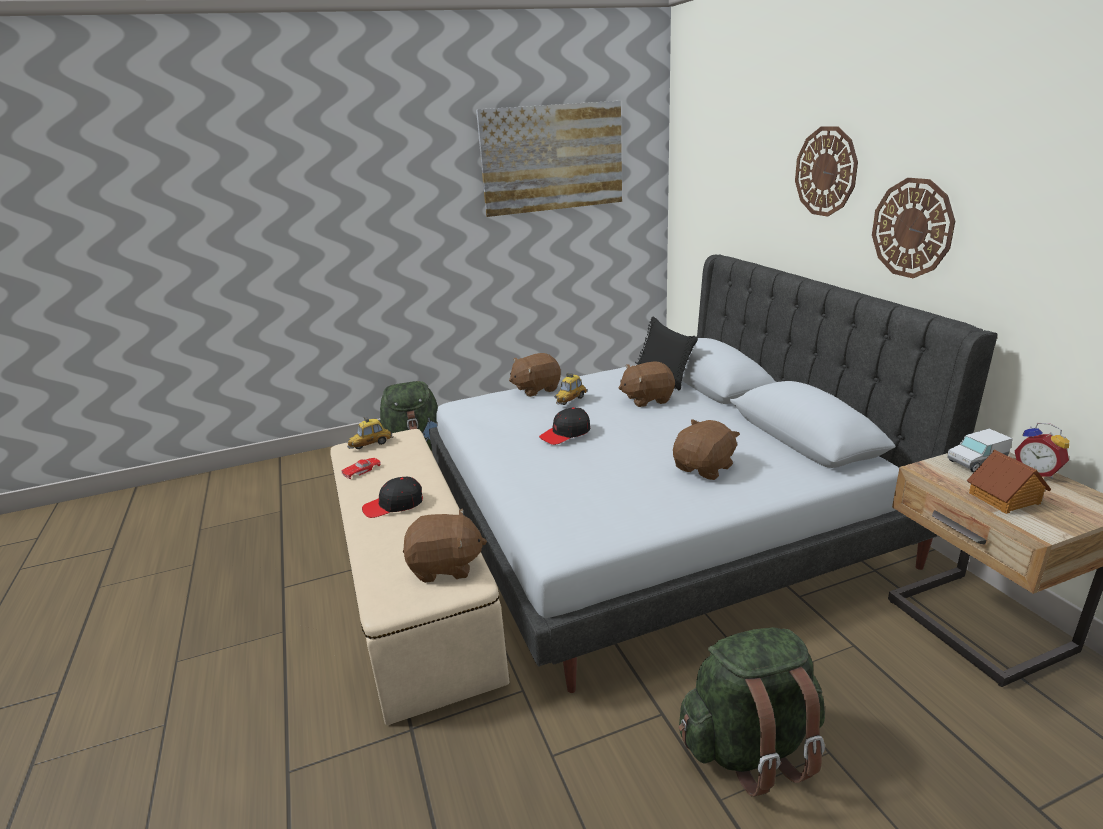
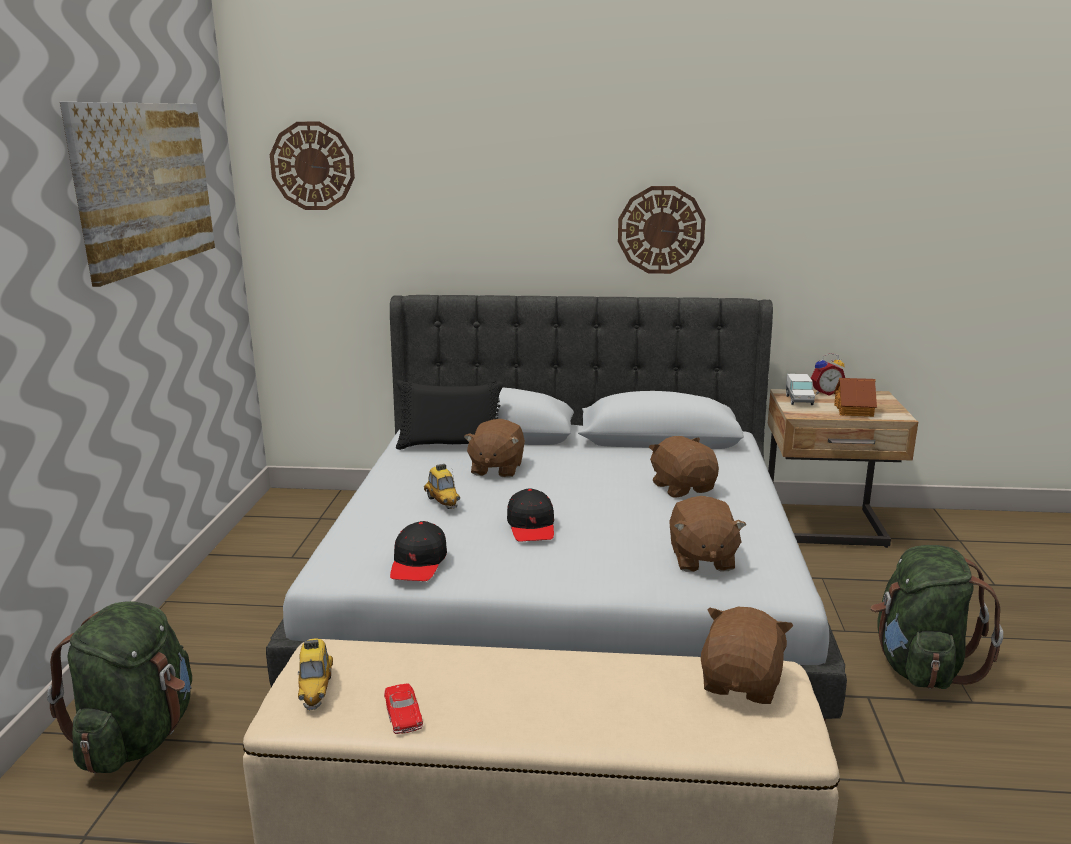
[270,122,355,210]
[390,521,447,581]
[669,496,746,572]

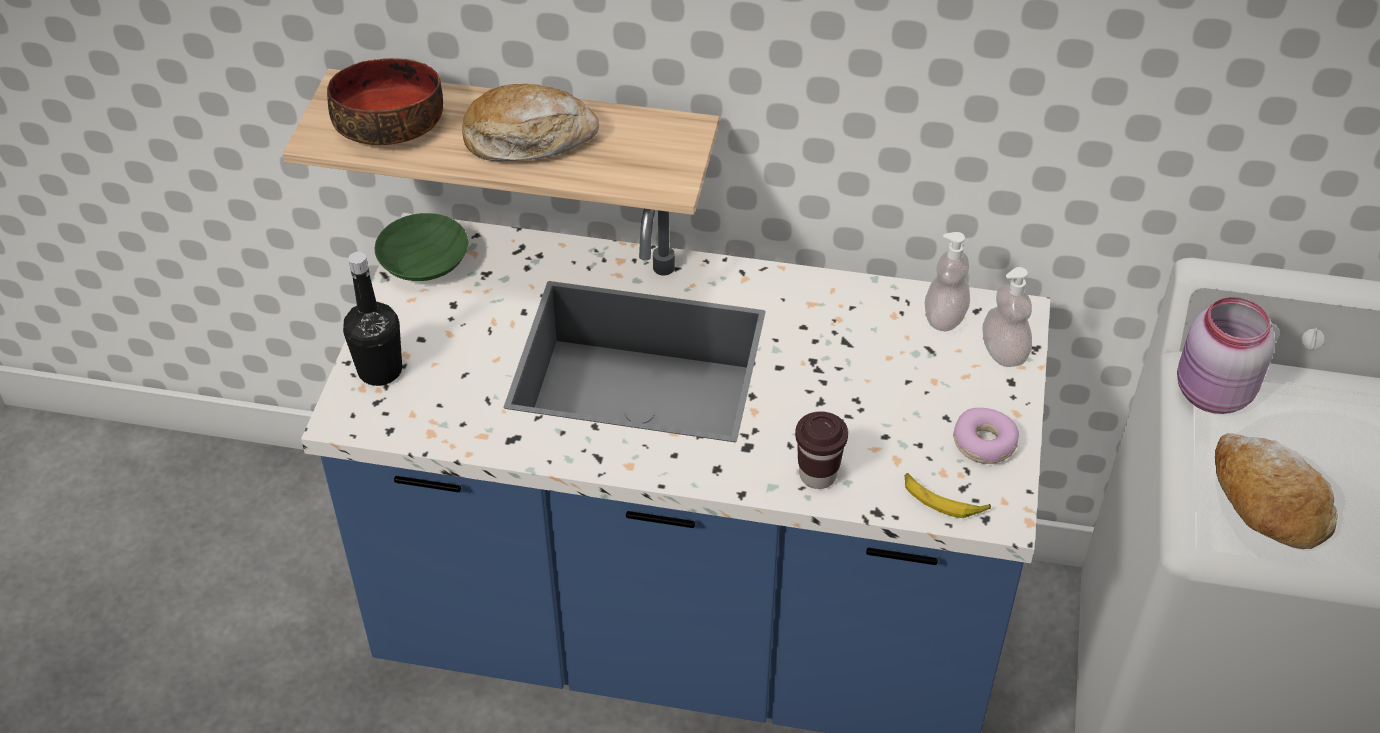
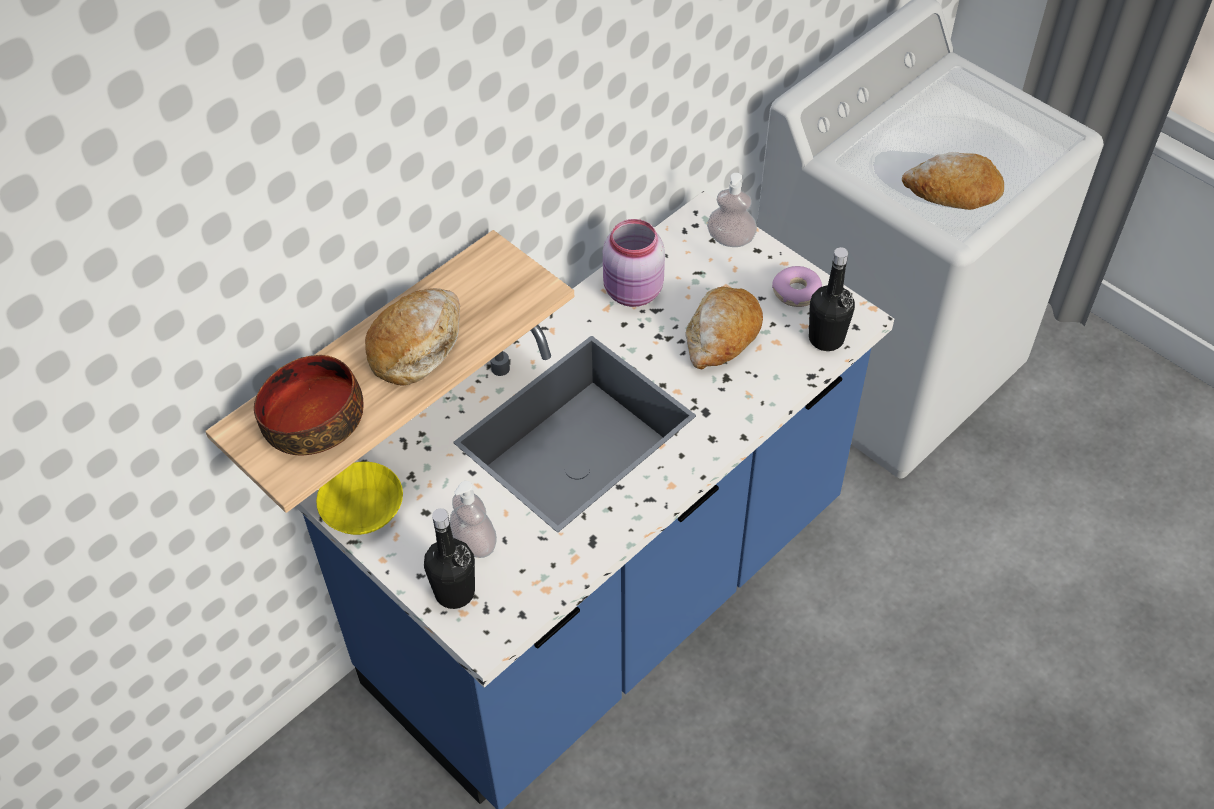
[316,462,403,535]
[450,481,497,558]
[603,219,665,307]
[685,286,763,369]
[809,247,855,351]
[795,411,848,489] (first image)

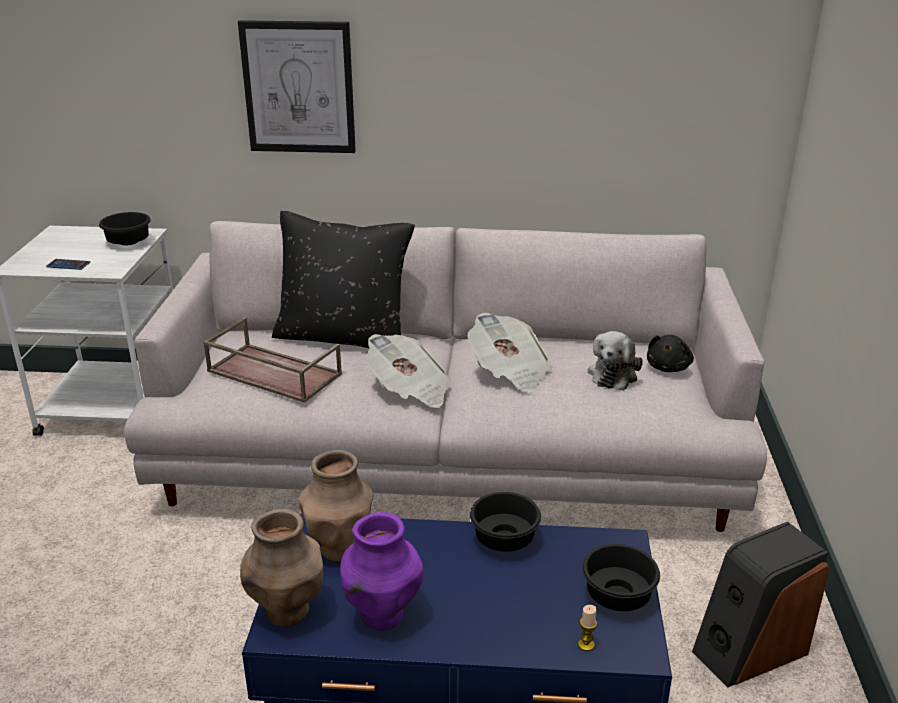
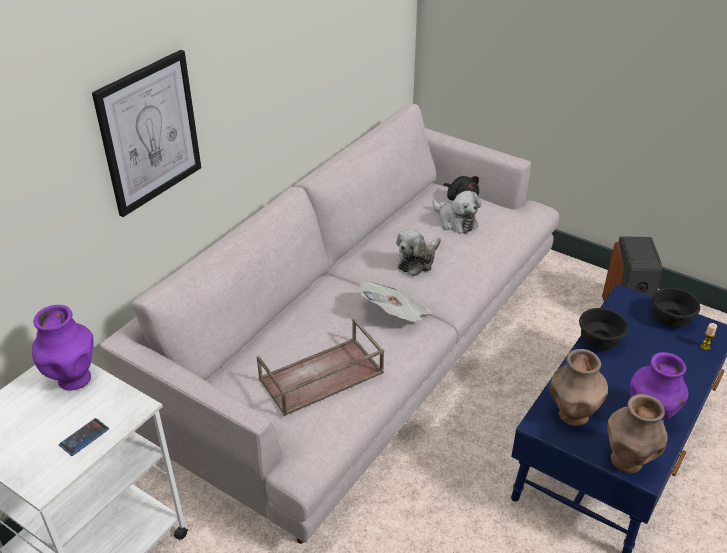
[32,305,94,391]
[396,230,441,276]
[272,211,415,349] (first image)

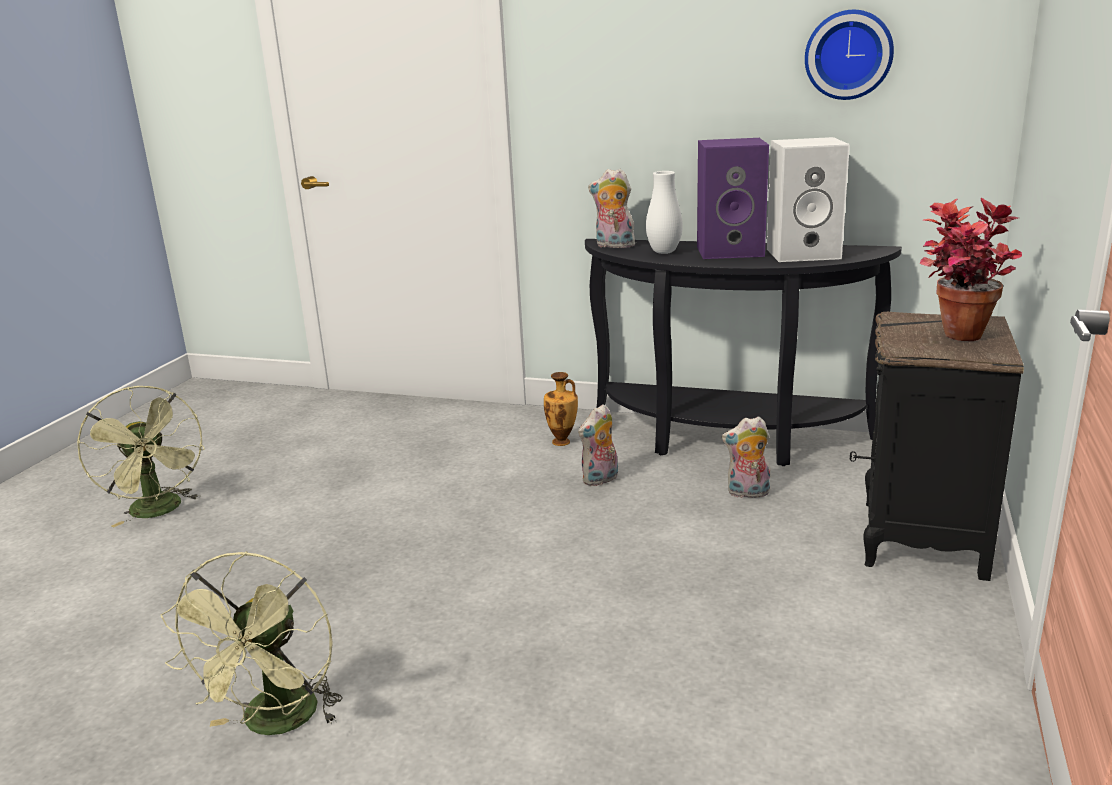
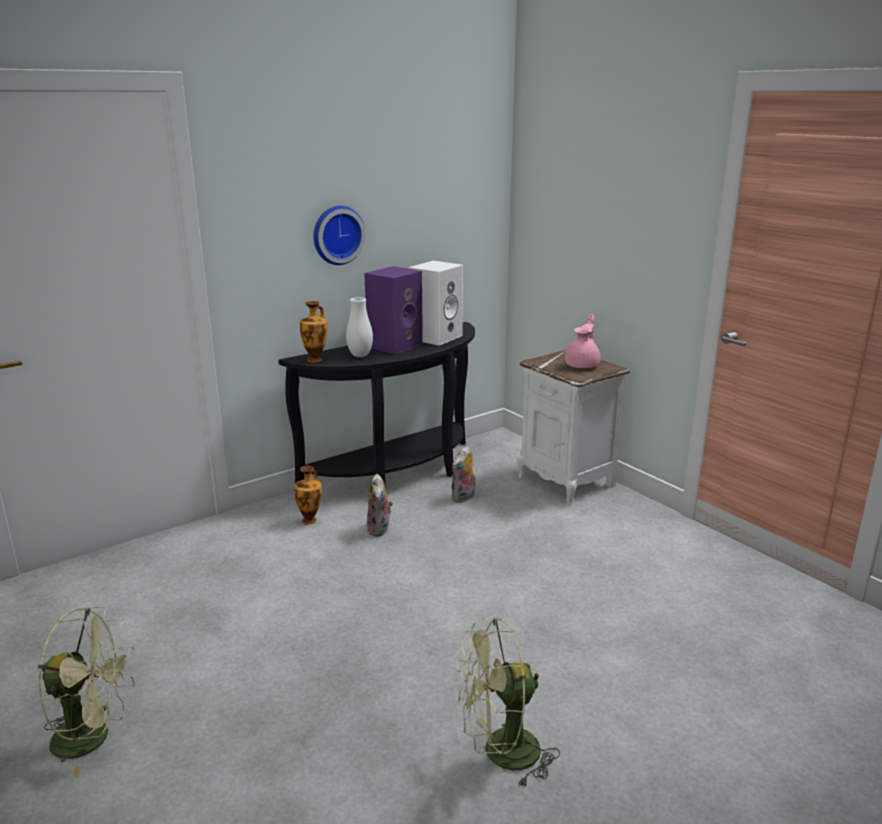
[300,301,328,362]
[313,206,366,265]
[457,617,560,788]
[517,349,630,505]
[565,314,600,368]

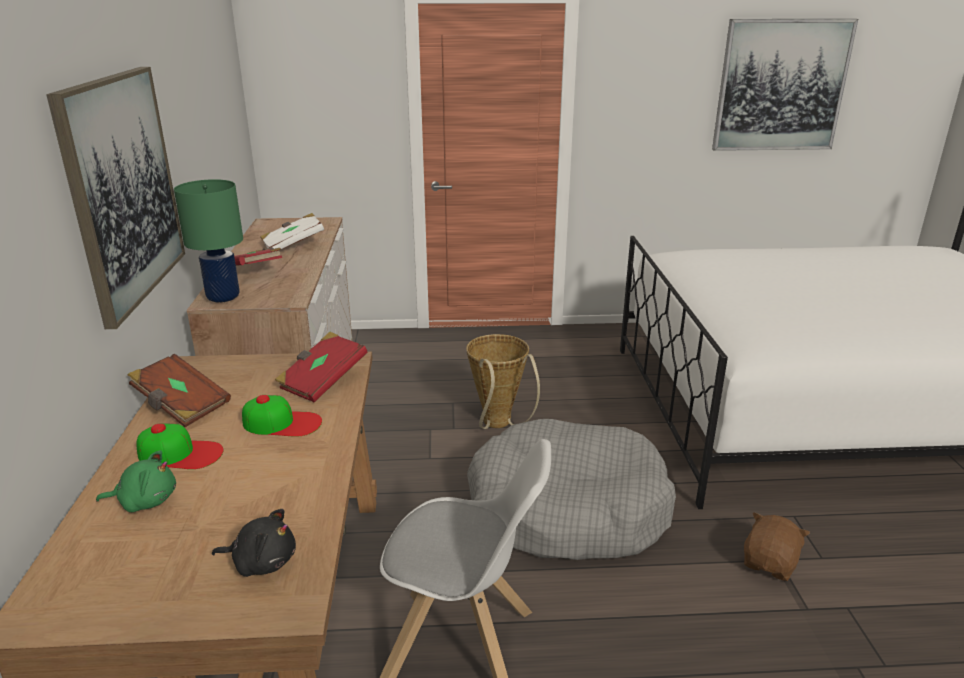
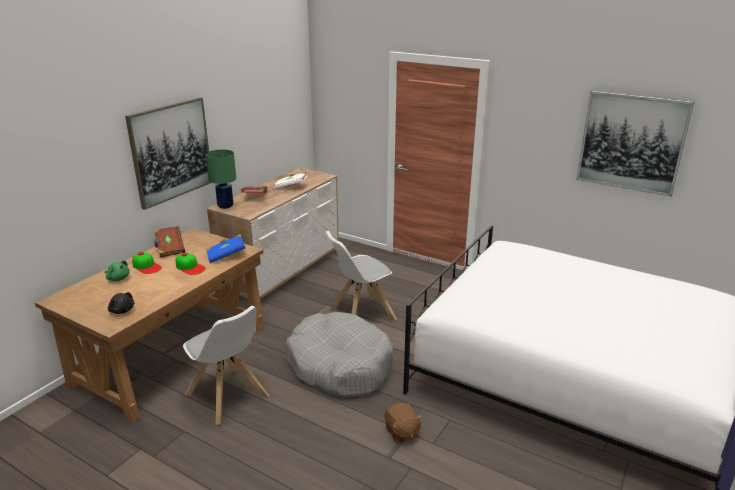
[206,234,245,263]
[326,231,397,321]
[385,403,423,443]

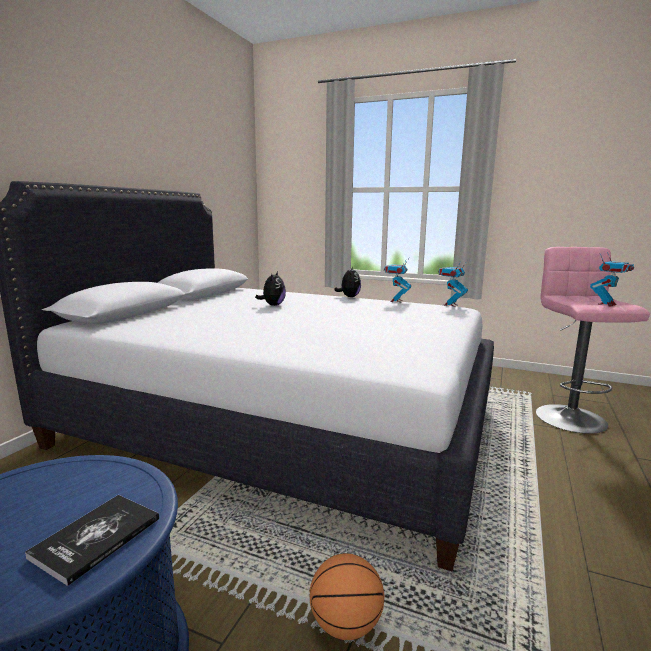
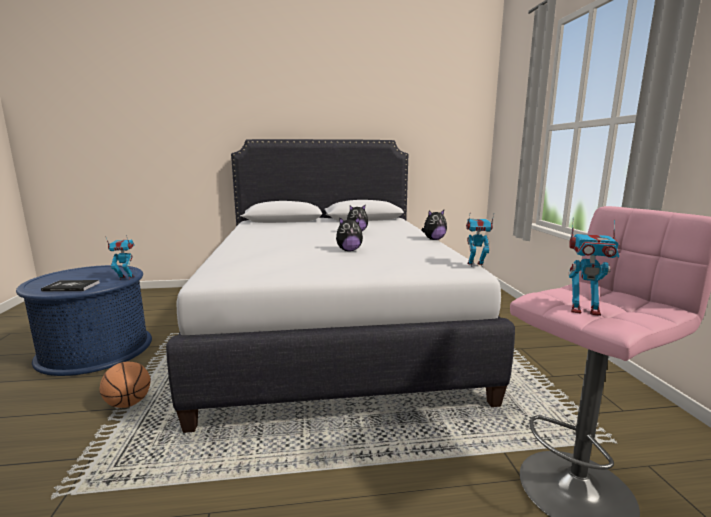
[105,235,135,280]
[336,217,363,251]

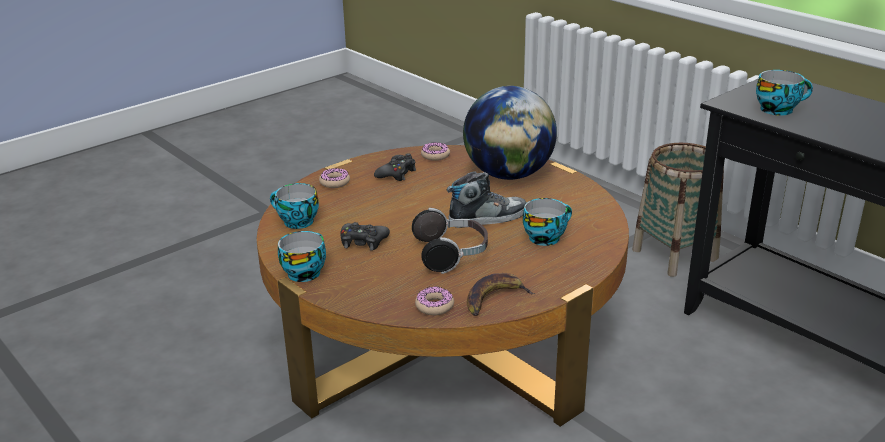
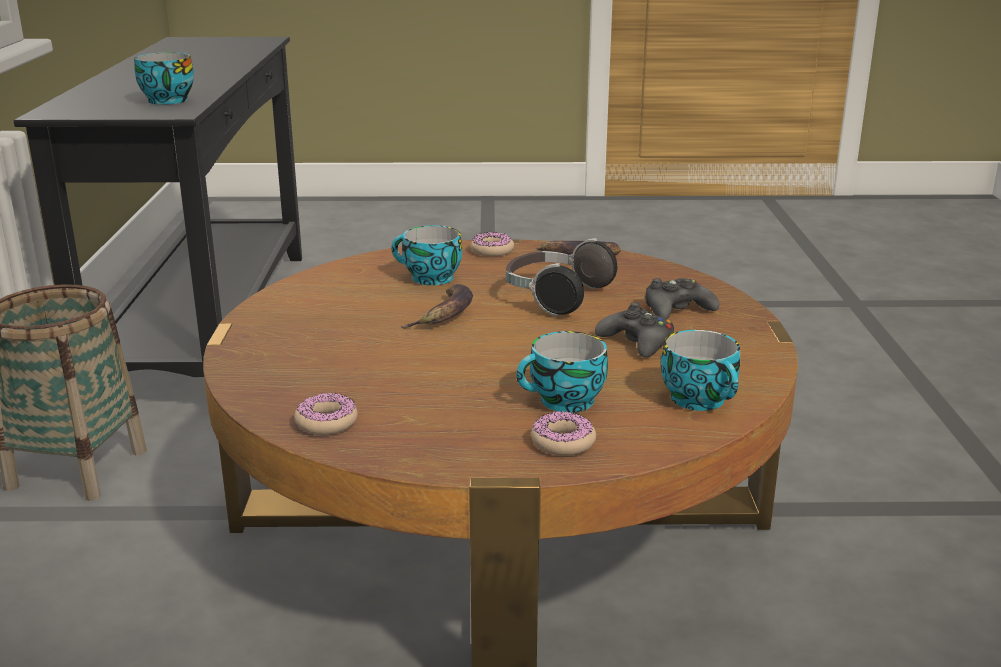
[401,284,473,328]
[471,232,514,257]
[516,331,608,413]
[645,278,719,318]
[463,86,557,180] (first image)

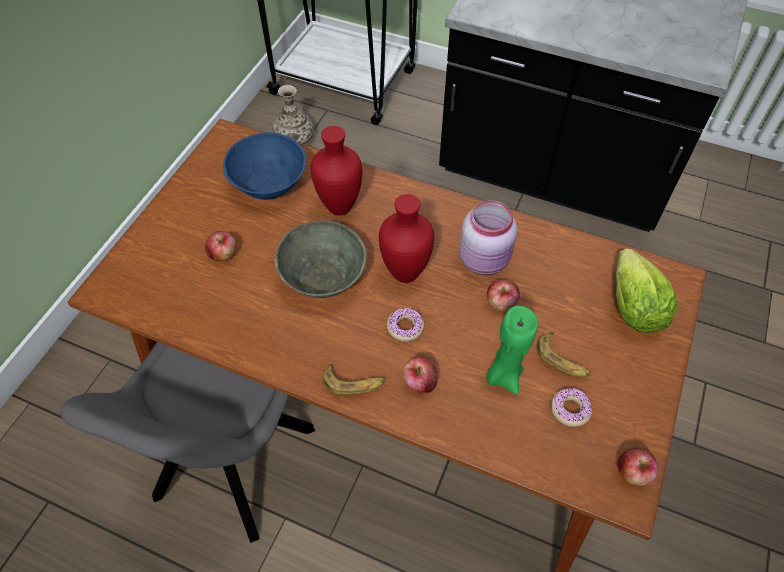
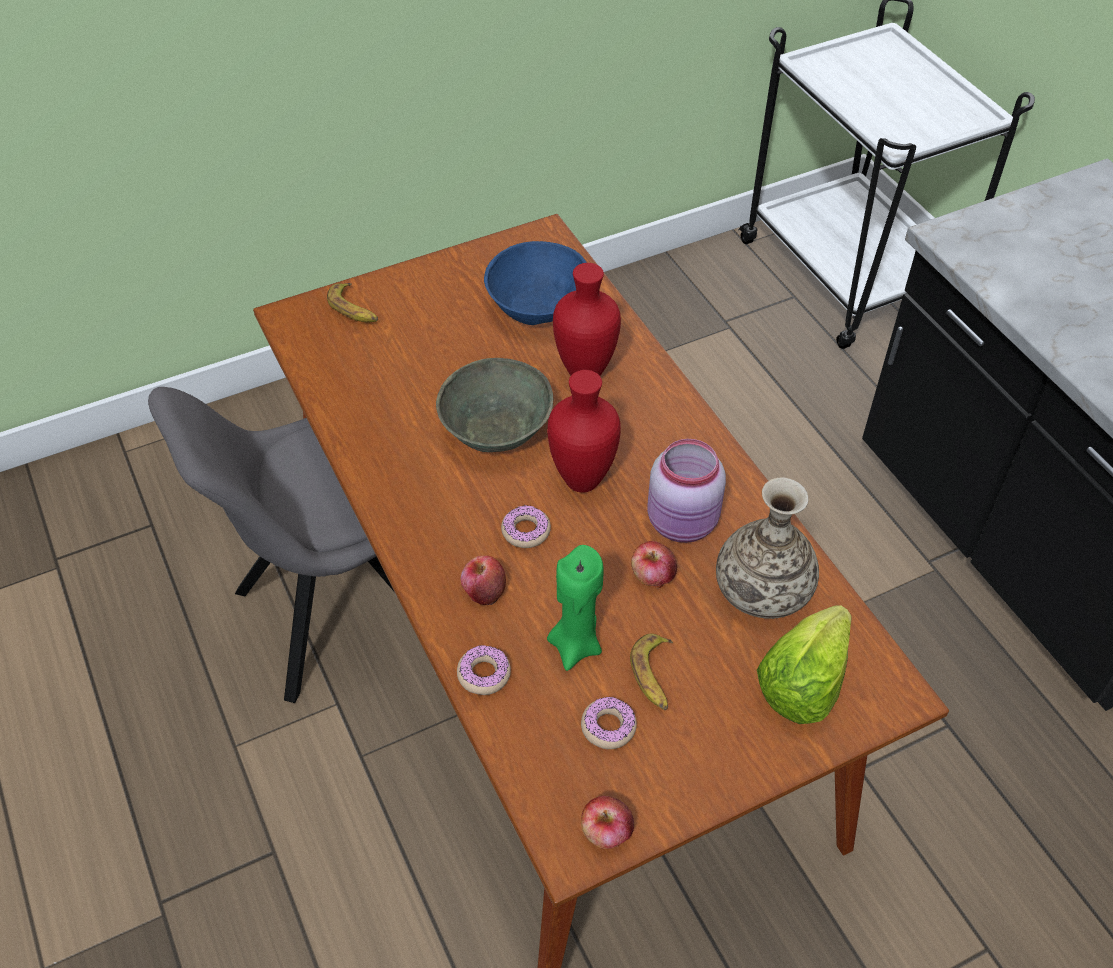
[327,283,378,323]
[457,645,511,695]
[716,477,819,619]
[205,231,236,262] (first image)

